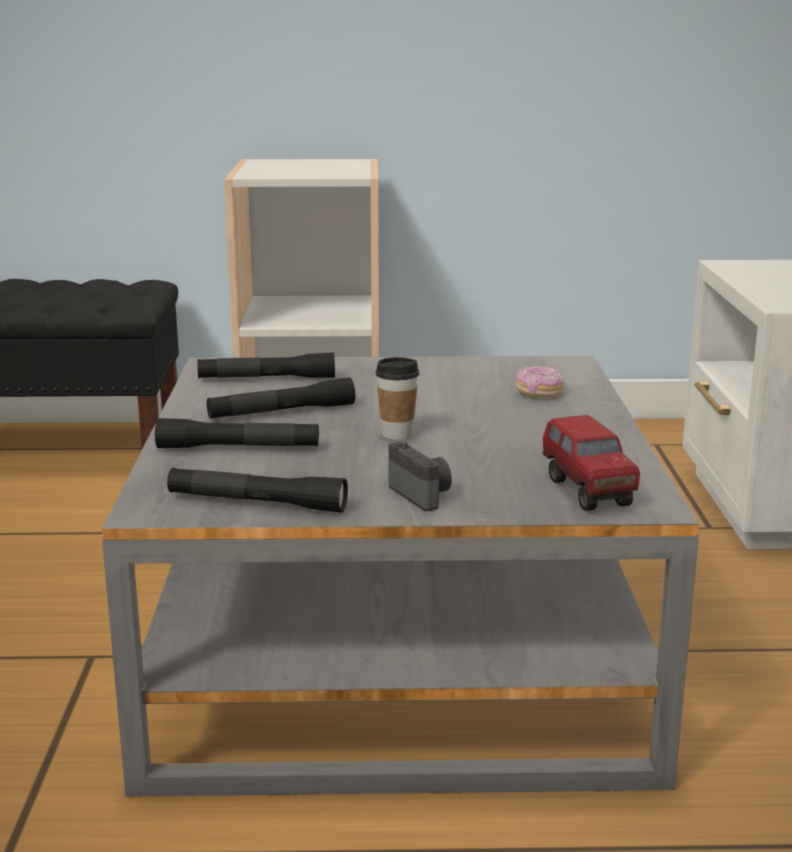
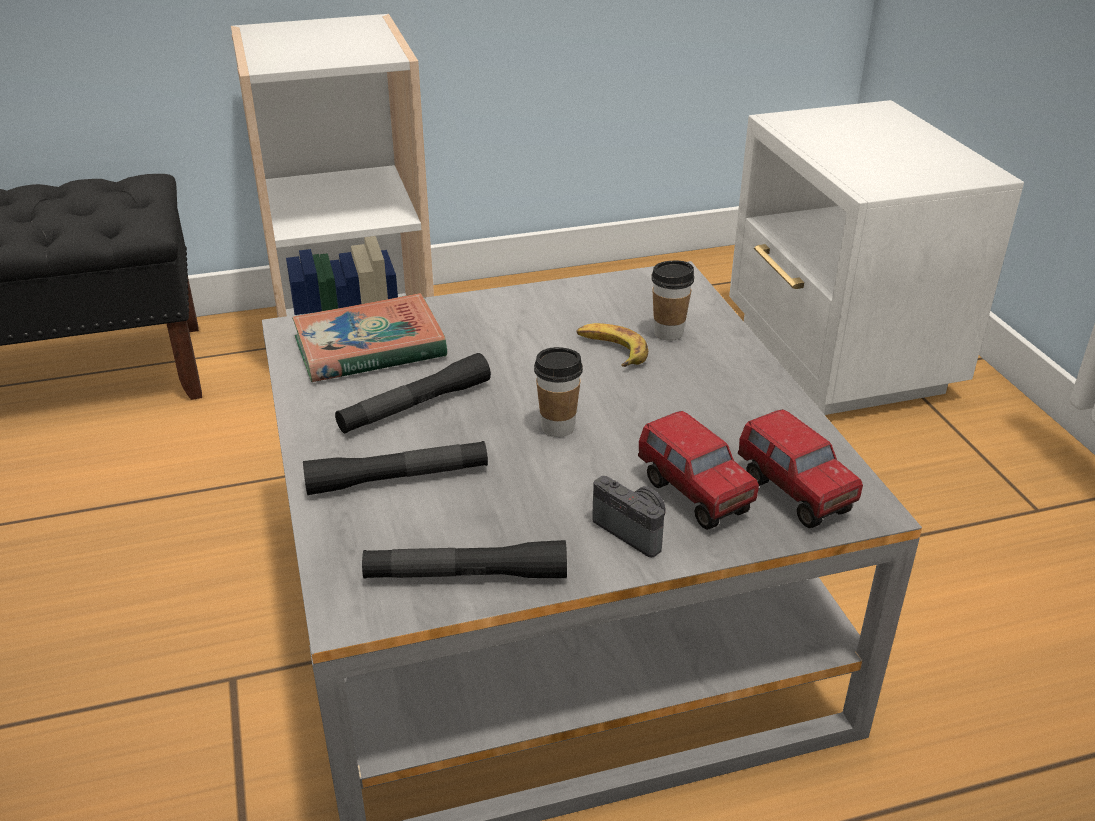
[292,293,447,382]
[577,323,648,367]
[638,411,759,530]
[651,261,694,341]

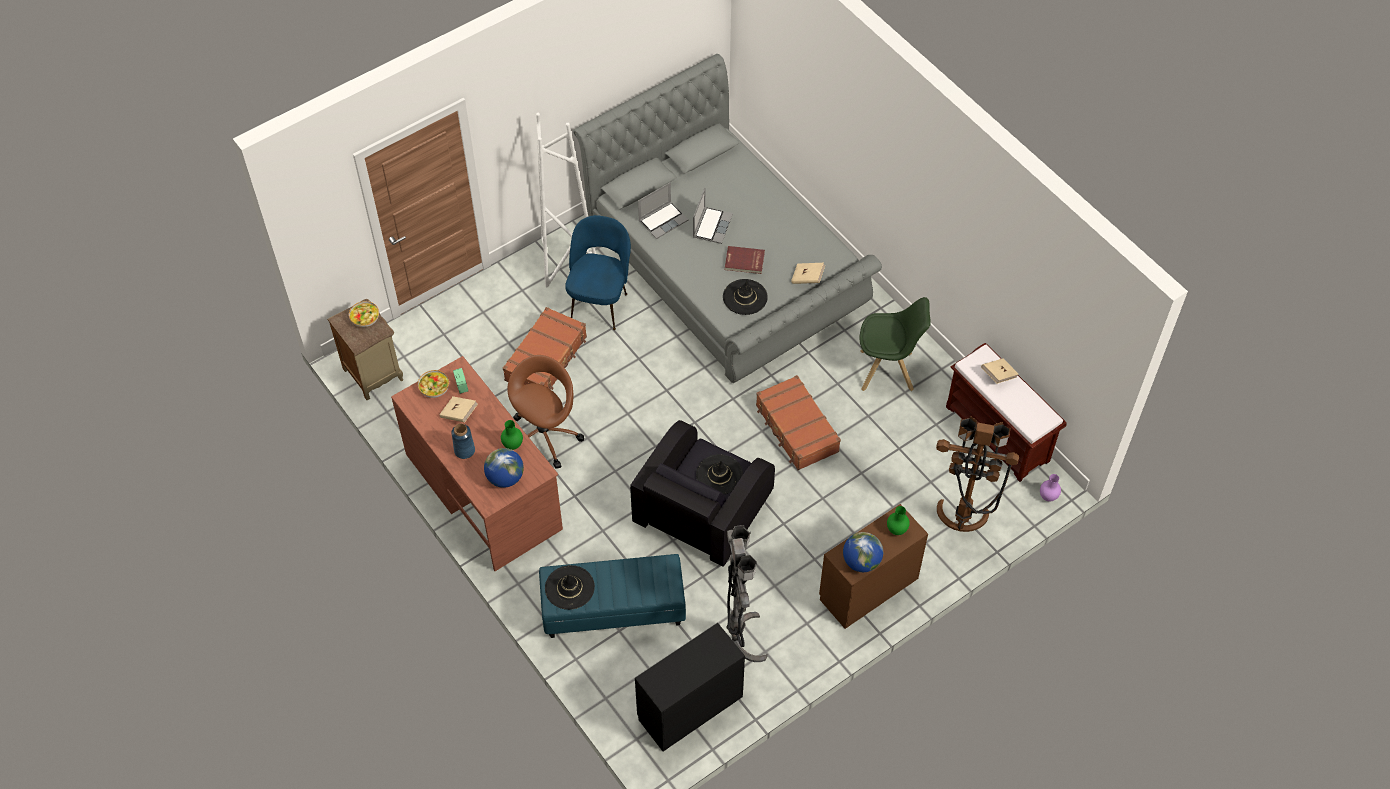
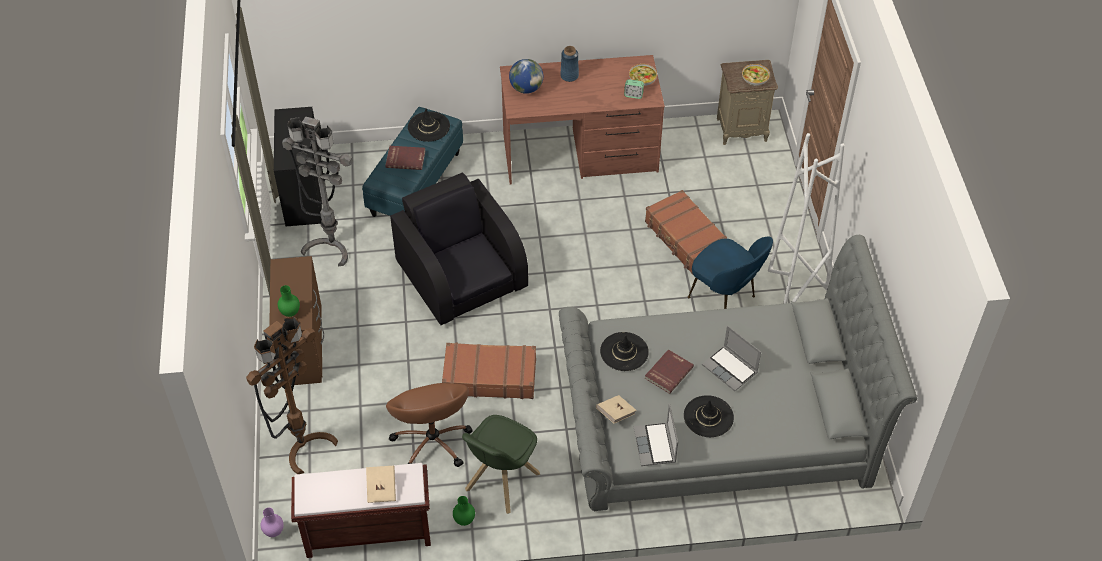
[385,146,425,170]
[386,383,472,467]
[453,496,475,526]
[634,403,678,466]
[684,395,734,437]
[439,396,478,422] (first image)
[843,532,883,572] (first image)

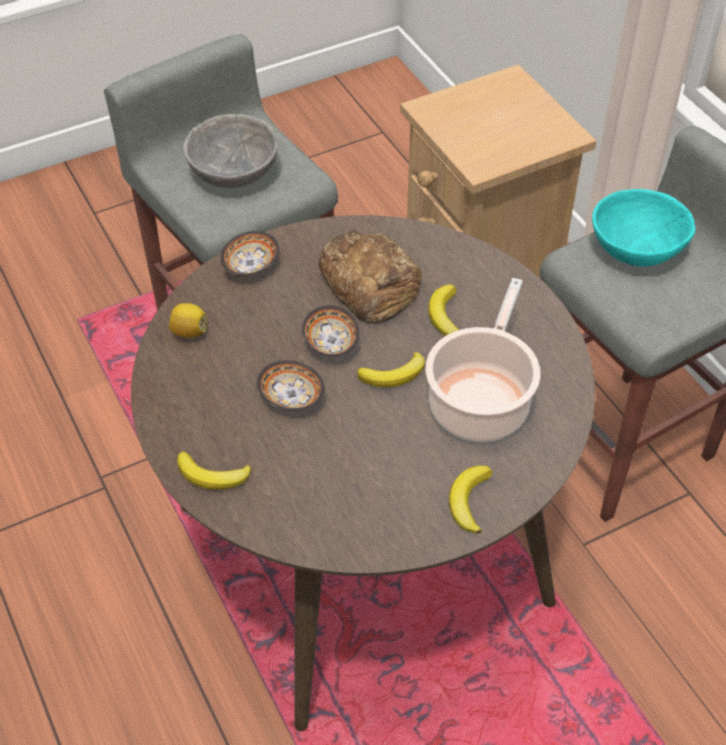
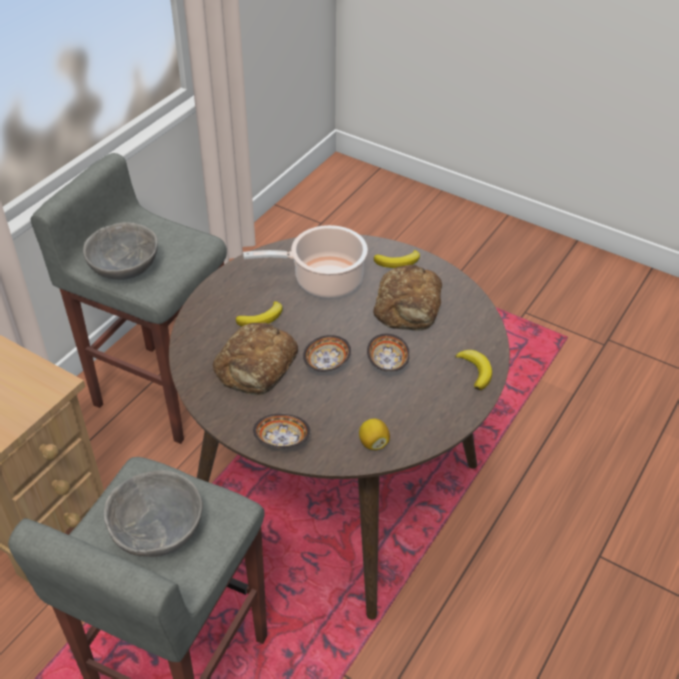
[83,222,158,280]
[373,265,442,331]
[357,352,425,387] (first image)

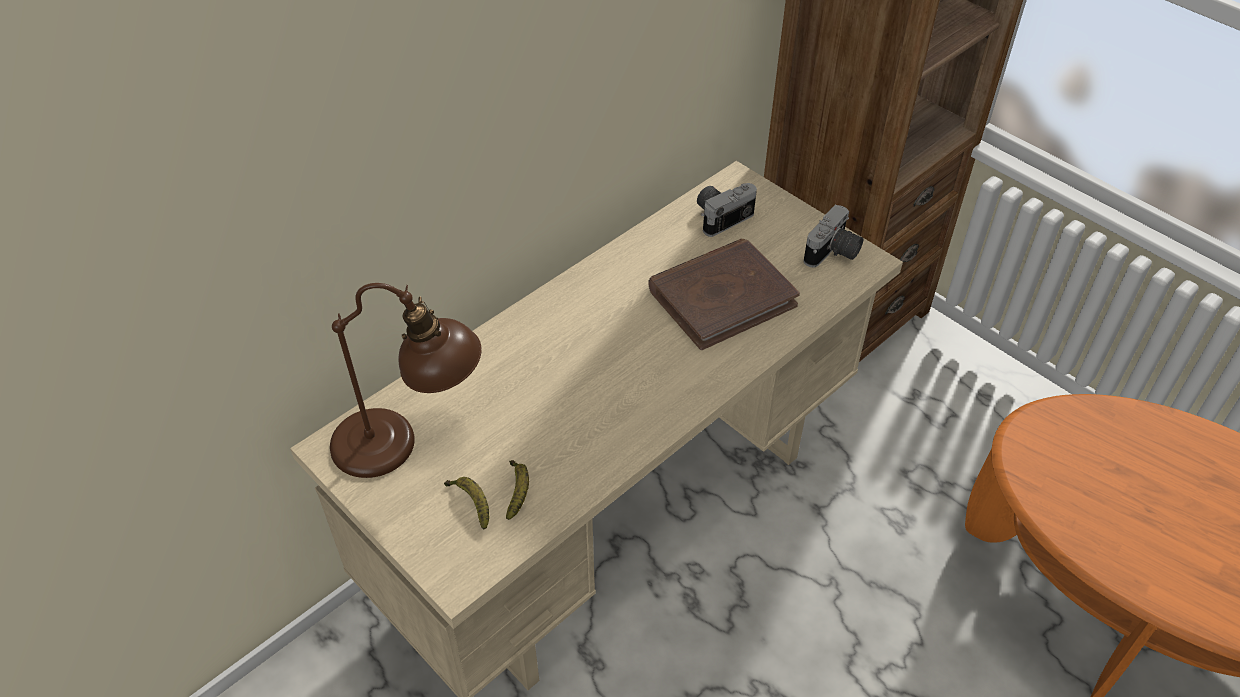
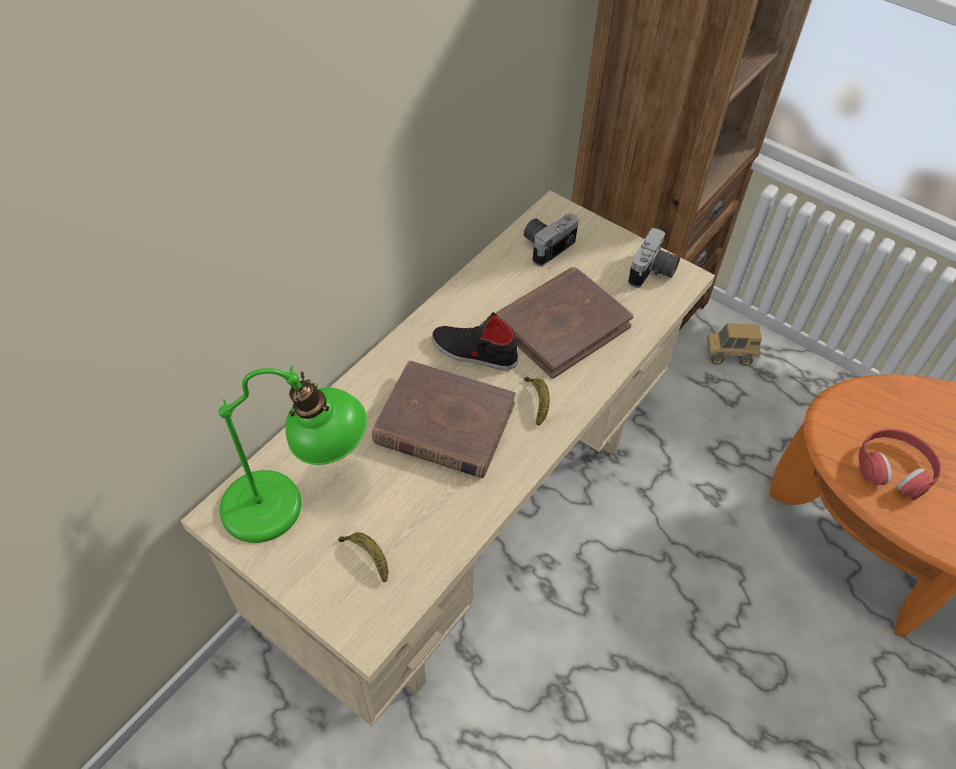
[219,365,367,543]
[372,360,516,478]
[432,312,518,371]
[524,376,550,425]
[707,323,762,366]
[859,428,941,500]

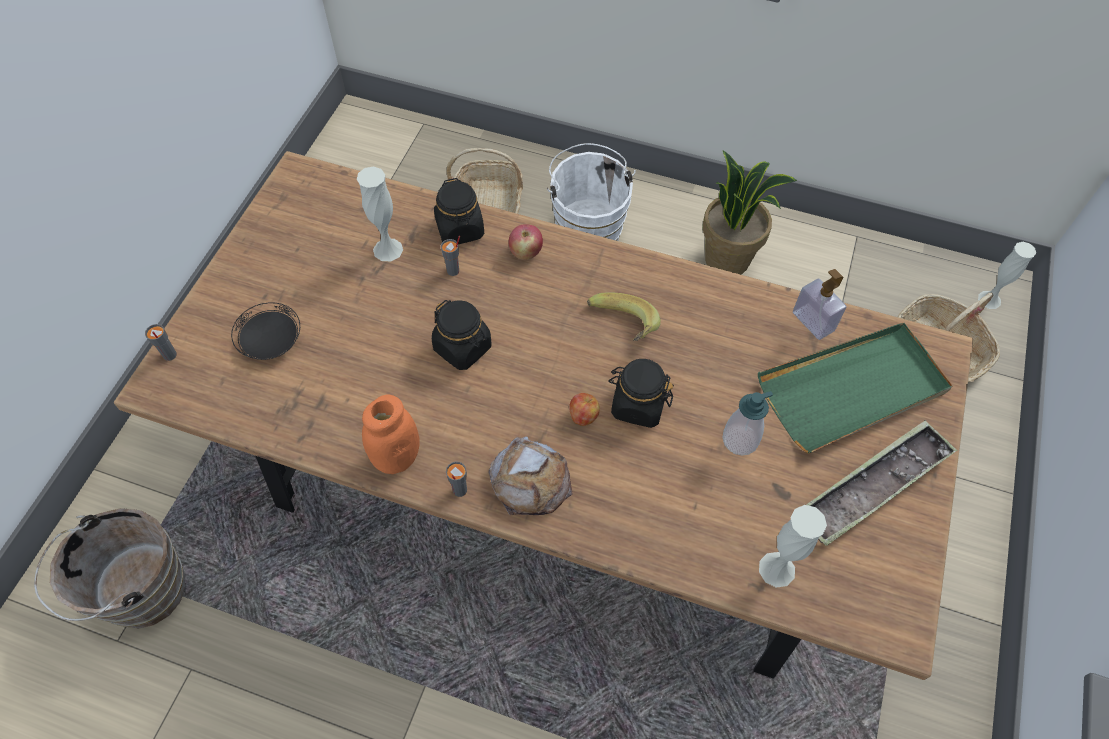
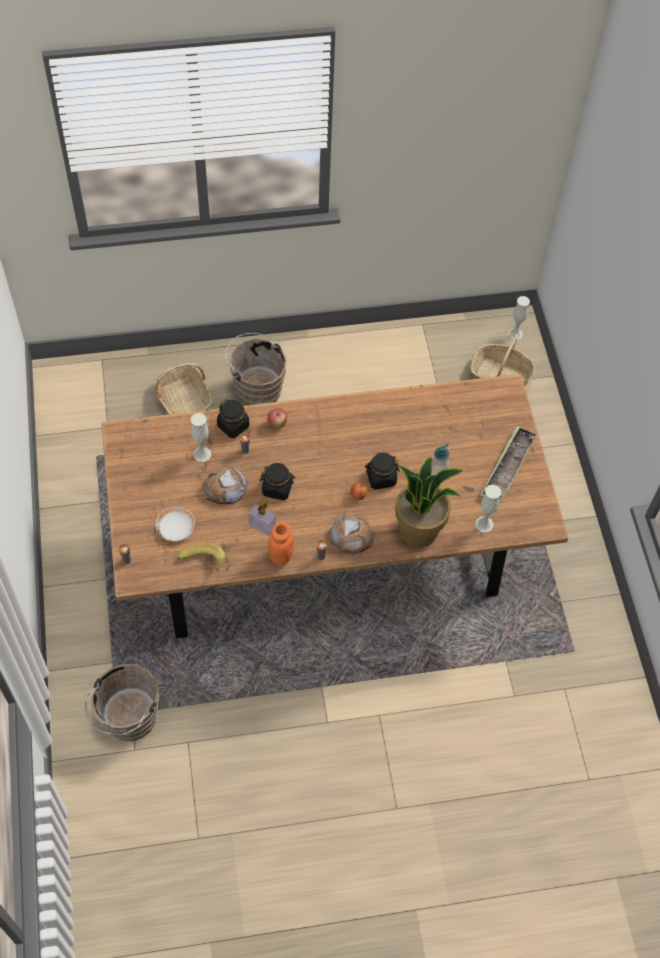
[156,507,195,541]
[178,543,226,571]
[203,466,248,504]
[225,333,286,405]
[248,500,276,536]
[395,457,463,547]
[758,323,953,453] (first image)

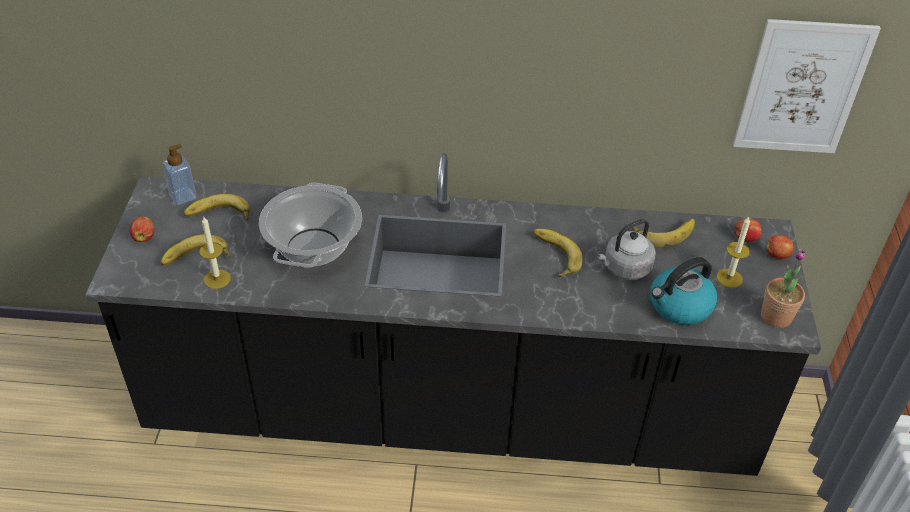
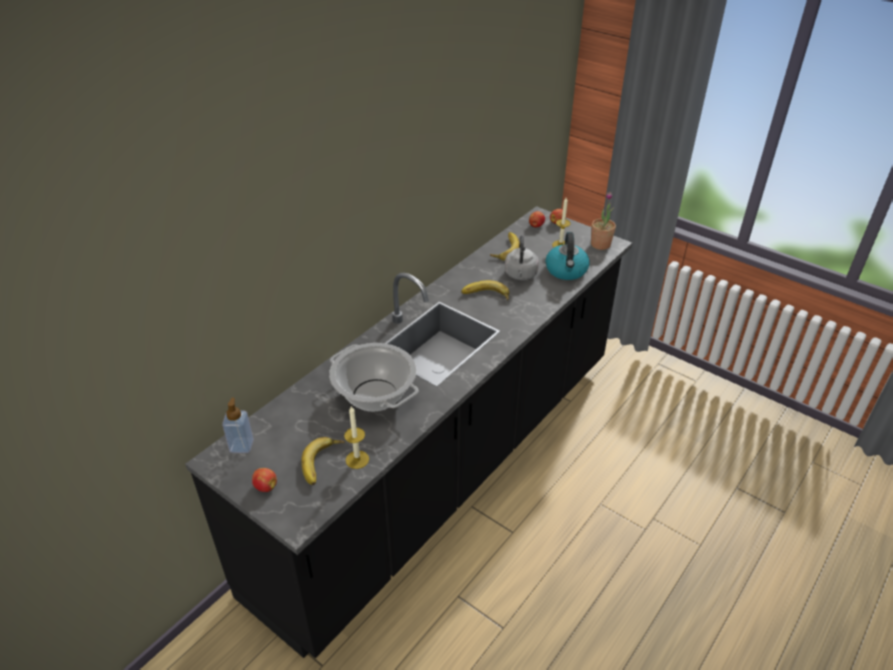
[184,194,250,221] (first image)
[733,19,881,154] (first image)

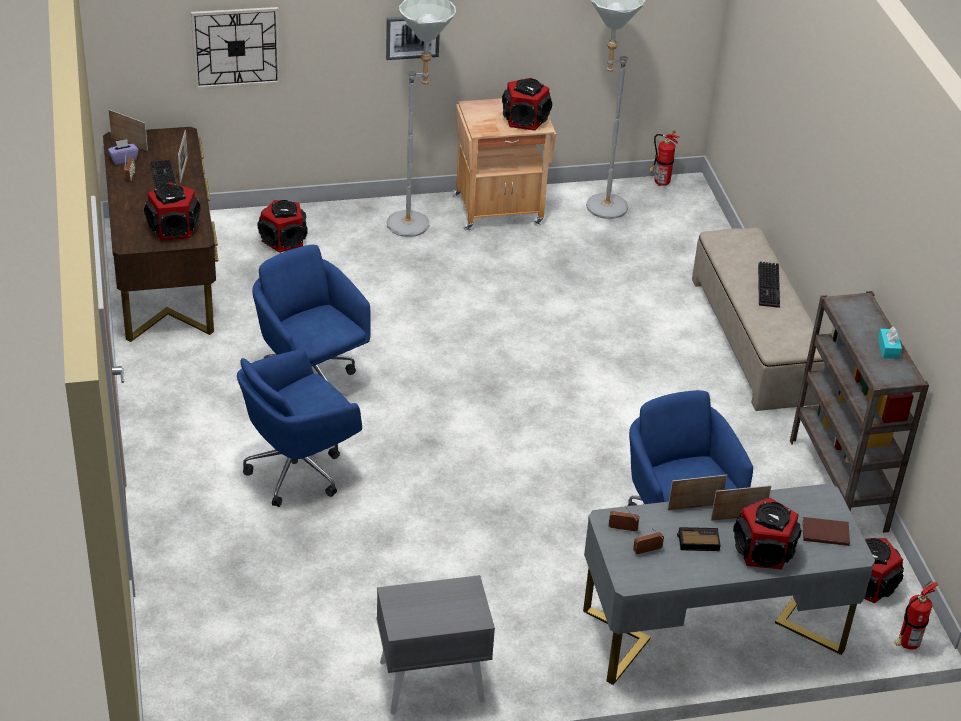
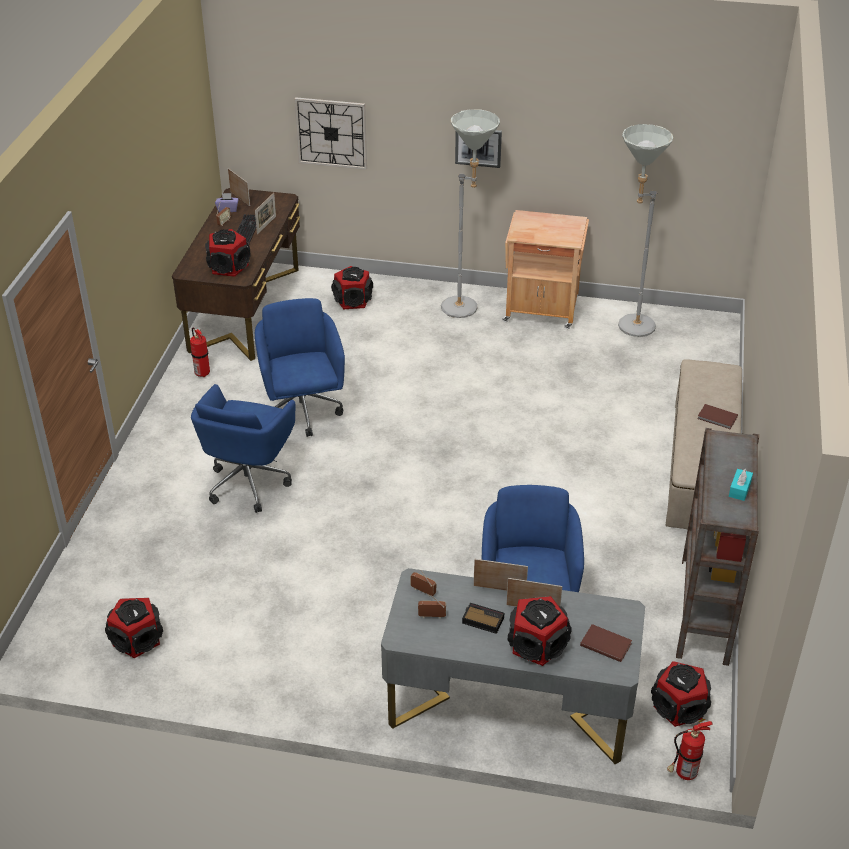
[105,598,163,658]
[190,327,210,377]
[191,384,295,513]
[697,404,738,429]
[377,575,495,714] (first image)

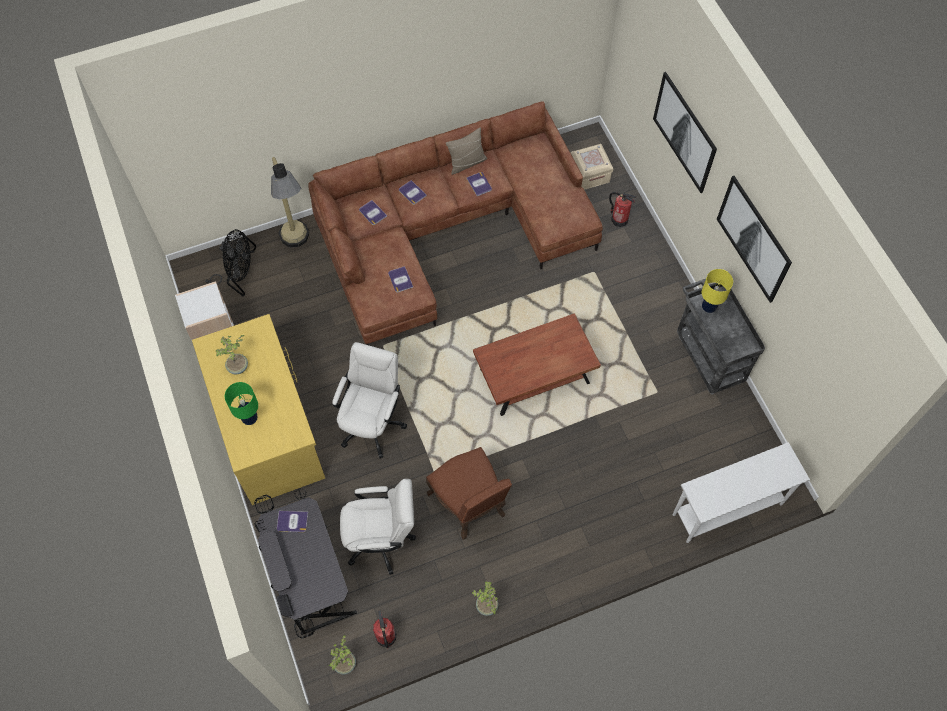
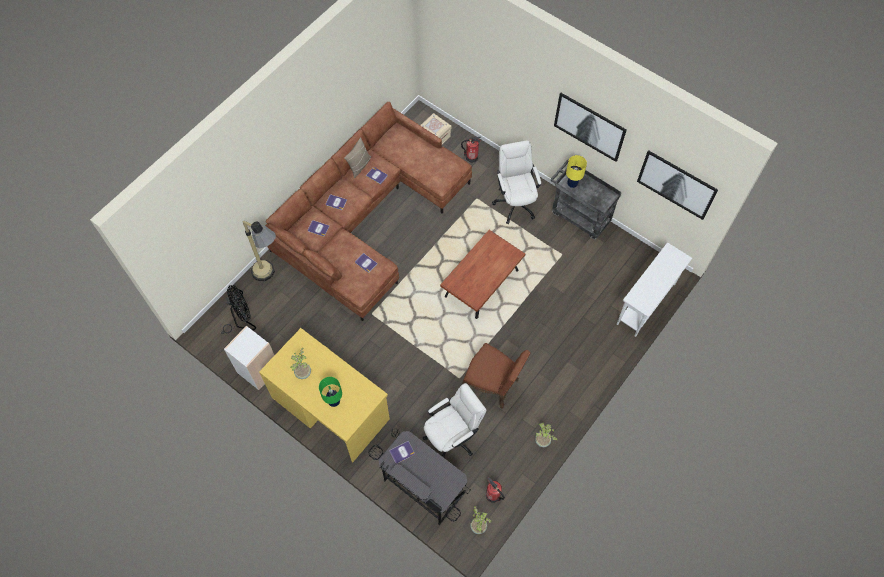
[492,140,541,224]
[637,150,718,220]

